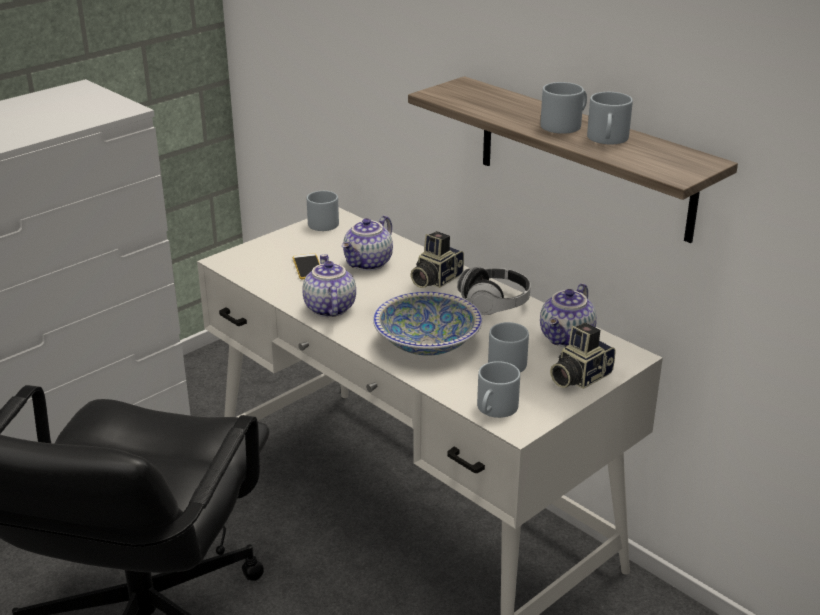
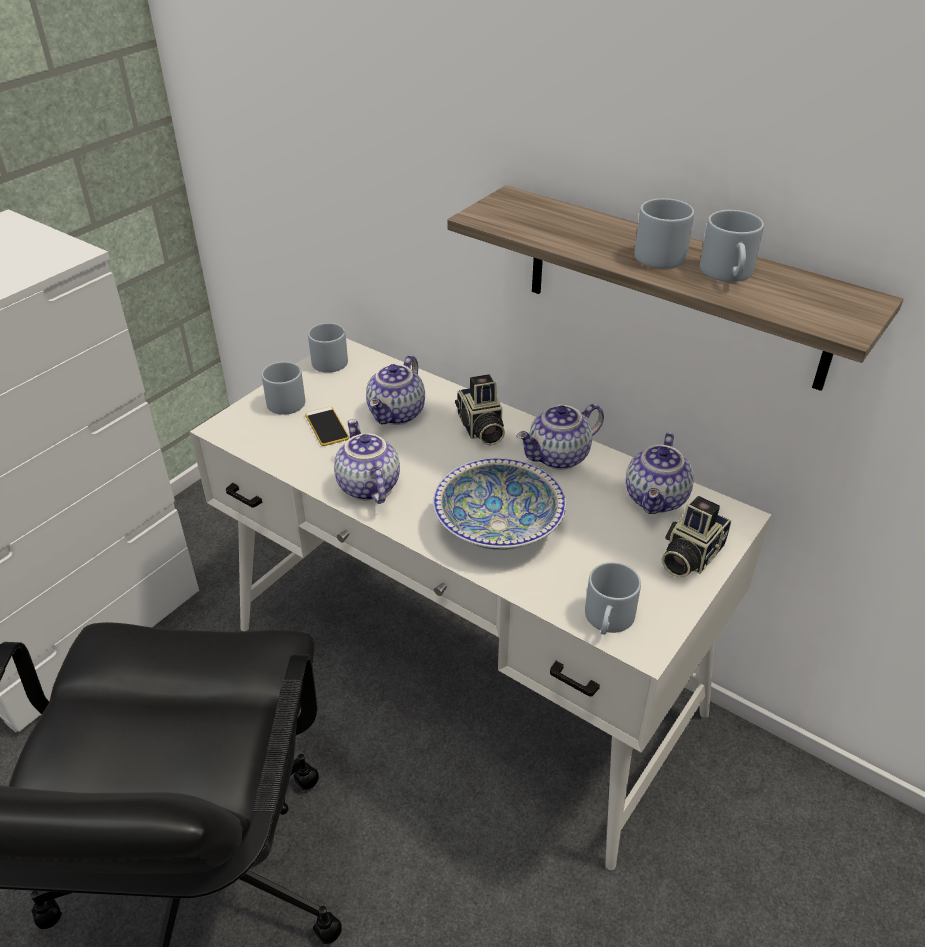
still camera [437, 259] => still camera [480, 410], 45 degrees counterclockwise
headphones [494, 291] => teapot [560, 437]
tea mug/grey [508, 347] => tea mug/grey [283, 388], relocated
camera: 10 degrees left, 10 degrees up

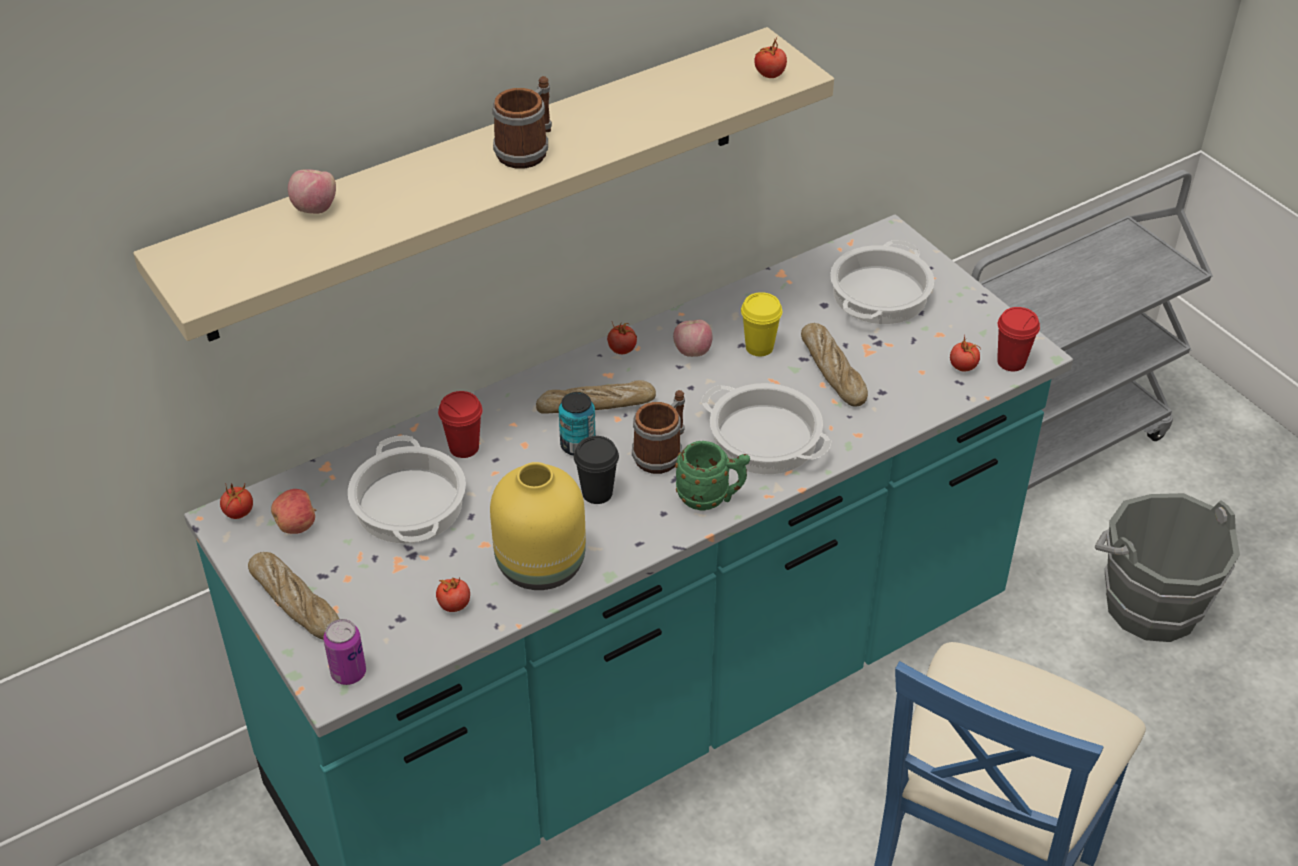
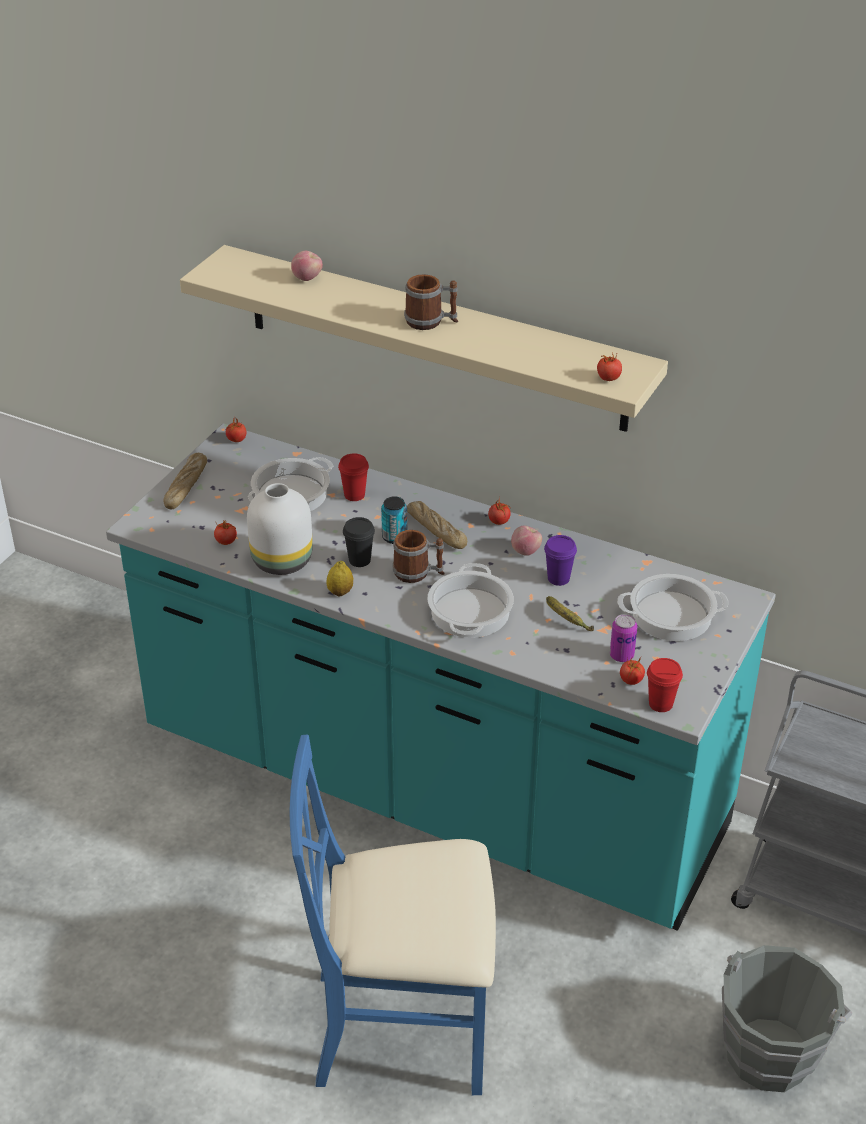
drinking cup/yellow-coloured [761, 324] => drinking cup/purplish [560, 560]
baked bread [834, 365] => banana [570, 613]
tea mug/green [712, 476] => nothing
decorative vase/yellow-coloured [538, 526] => decorative vase/whitish [280, 529]
whole apple [293, 511] => nothing
metal can [344, 652] => metal can [623, 638], relocated
nothing => lemon [340, 579]
camera: 60 degrees right, 5 degrees down

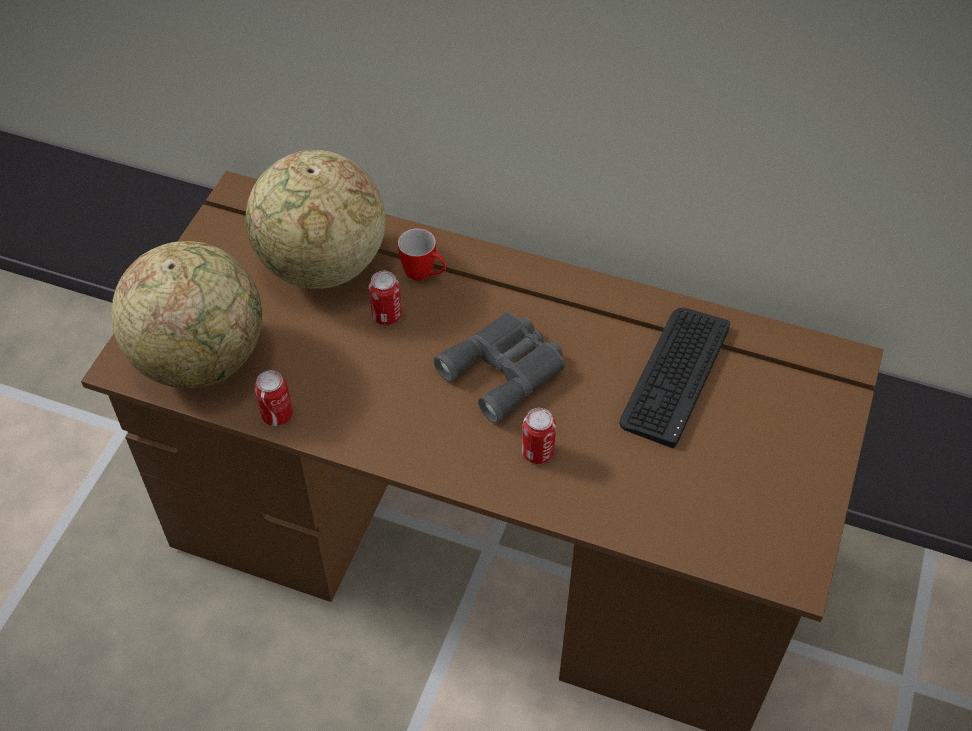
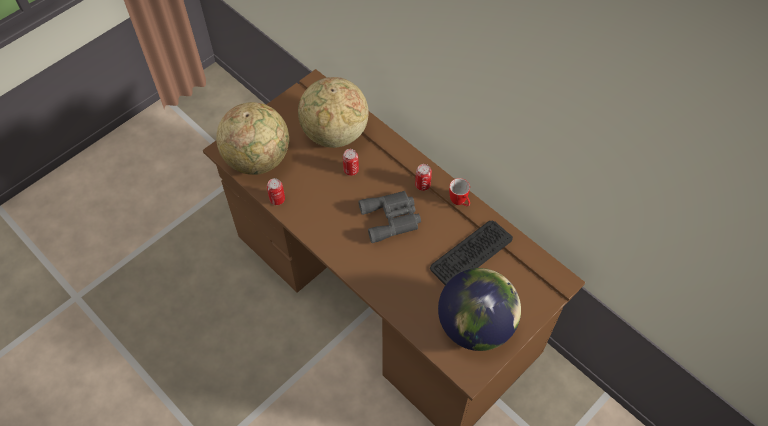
tea mug [422, 254] => tea mug [459, 192], relocated
metal can [539, 436] => metal can [423, 177], relocated
nothing => desk globe [479, 309]
camera: 25 degrees right, 5 degrees up

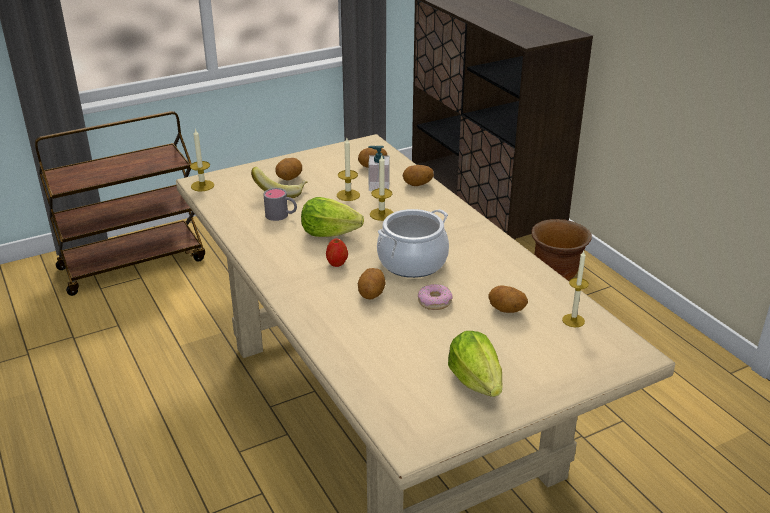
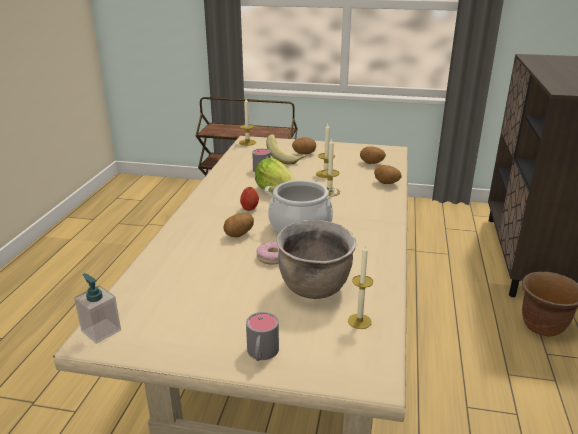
soap bottle [379, 168] => soap bottle [97, 308], relocated
spud [508, 299] => saucepot/brown-coloured [316, 259]
head of lettuce [475, 364] => nothing
nothing => tea mug/grey [262, 336]
camera: 40 degrees right, 5 degrees down

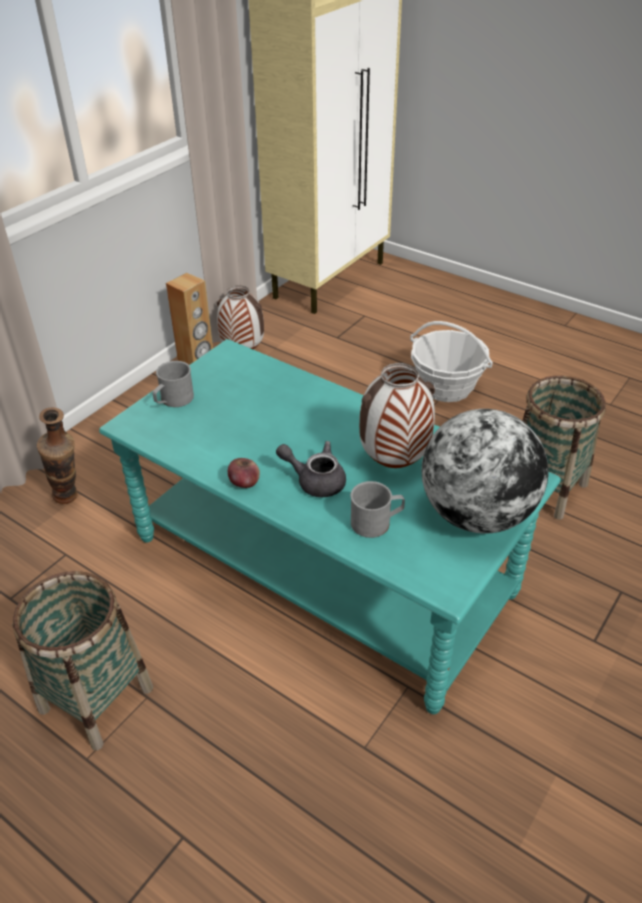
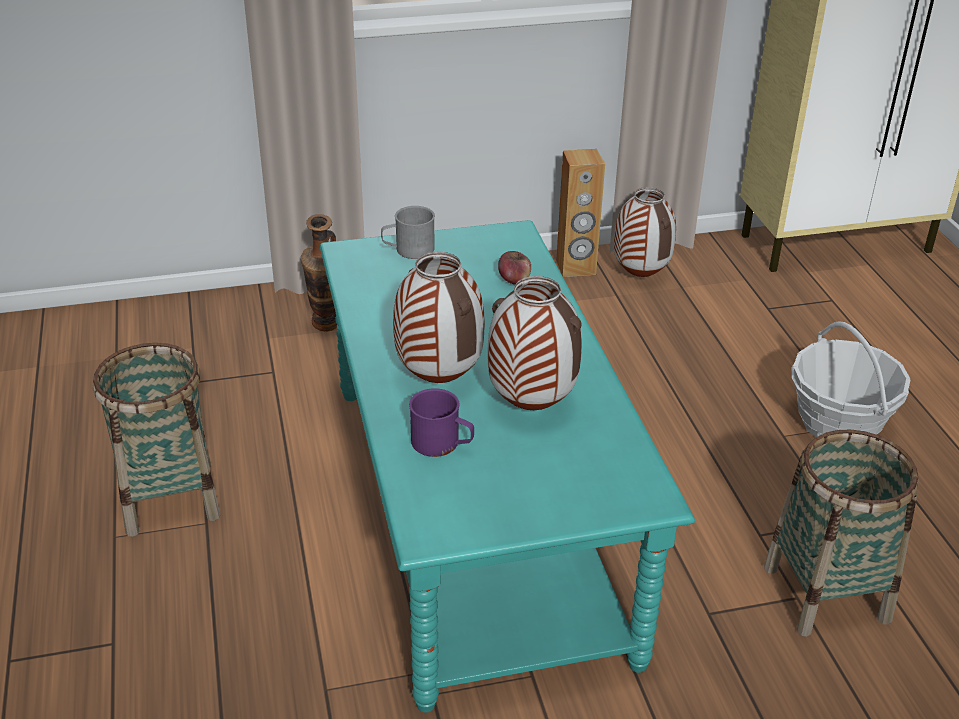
desk globe [485, 471] => nothing
teapot/grey [311, 469] => decorative vase [438, 317]
whole apple [244, 473] => whole apple [514, 268], relocated
tea mug/grey [377, 509] => tea mug/purplish [441, 422]
camera: 40 degrees right, 5 degrees down

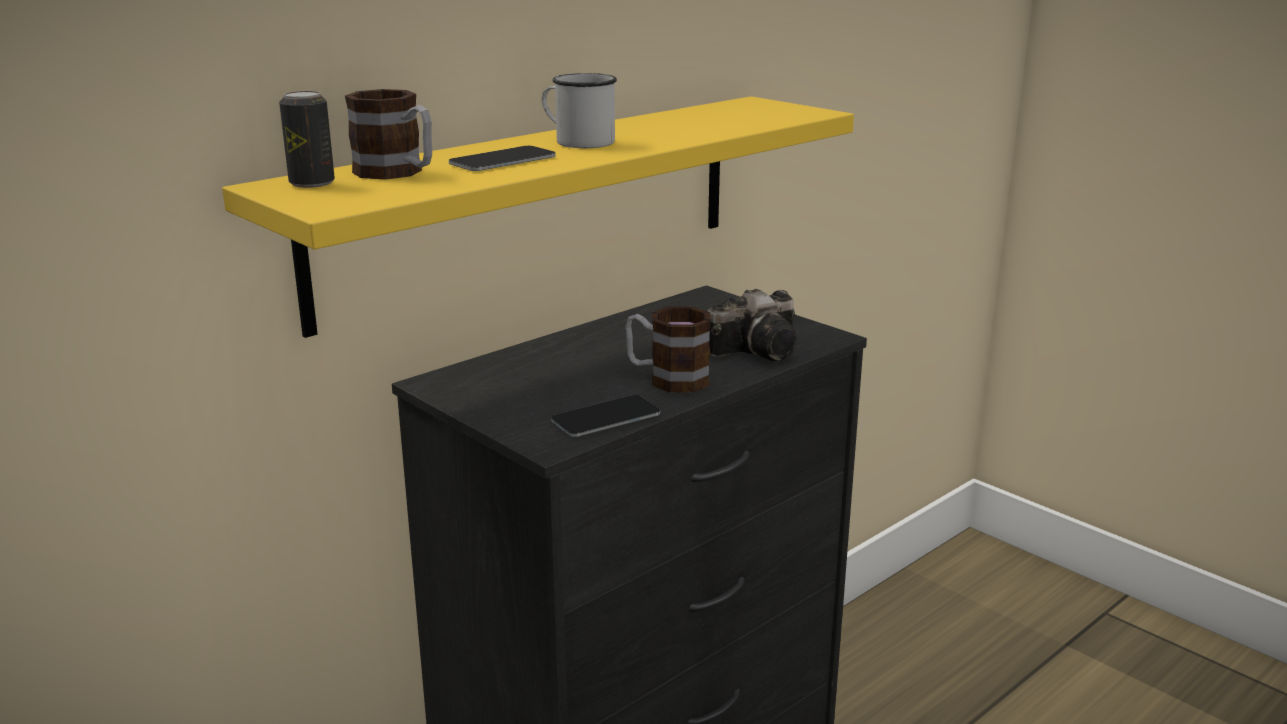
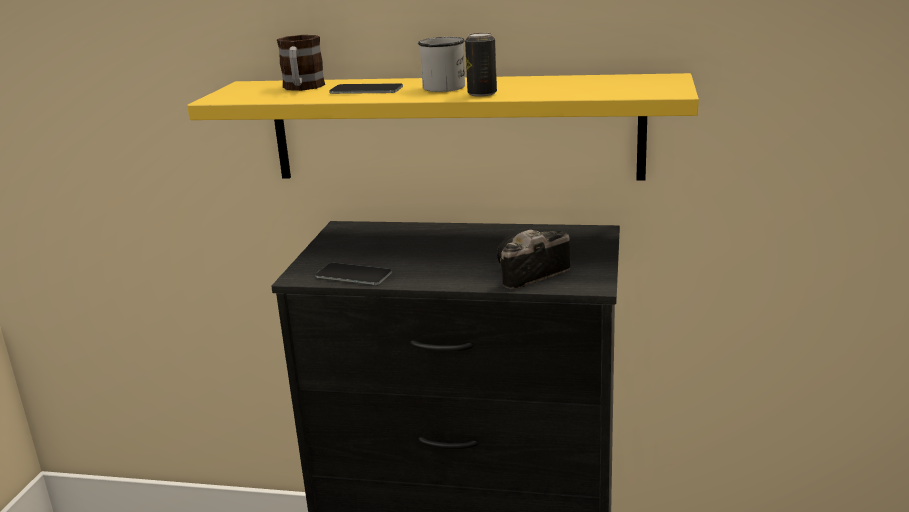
metal can [307, 139] => metal can [481, 65], relocated
still camera [752, 325] => still camera [533, 259], 120 degrees clockwise
tea mug [668, 350] => nothing
camera: 55 degrees right, 0 degrees up

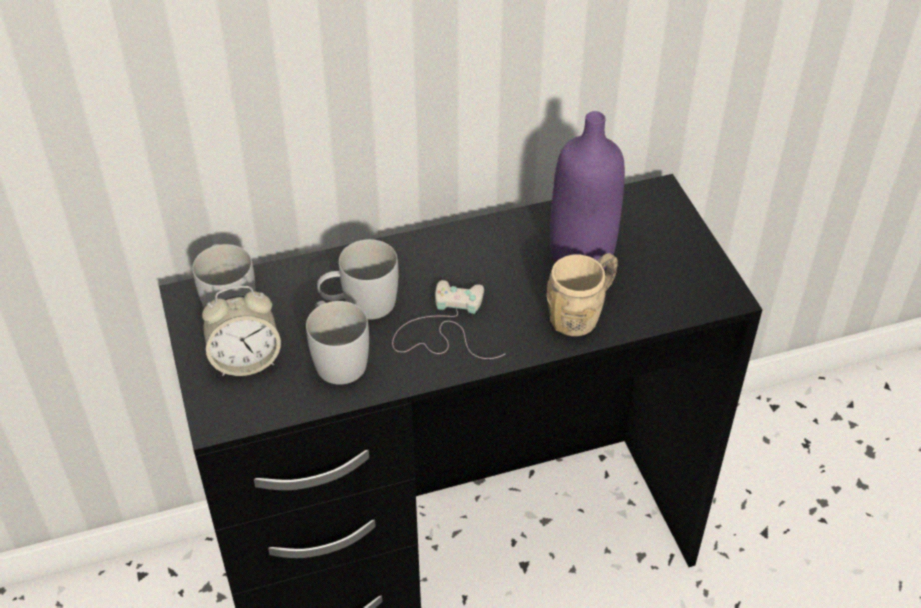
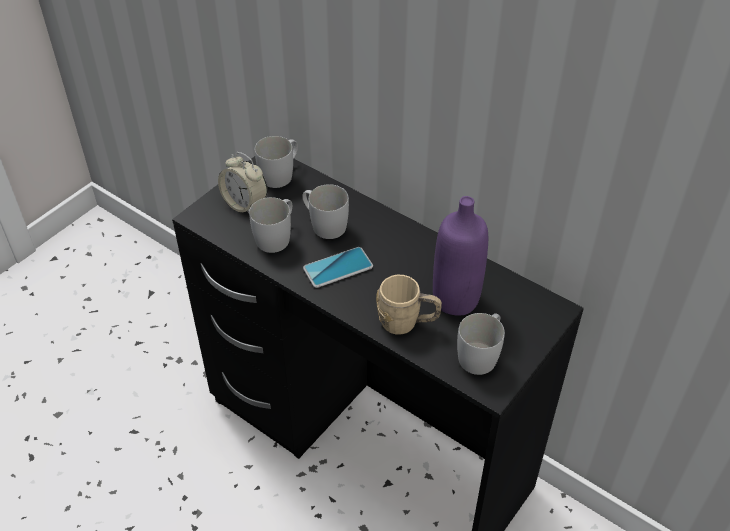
game controller/whitish [448, 319] => phone [338, 267]
nothing => tea mug/whitish [481, 344]
camera: 55 degrees right, 0 degrees up

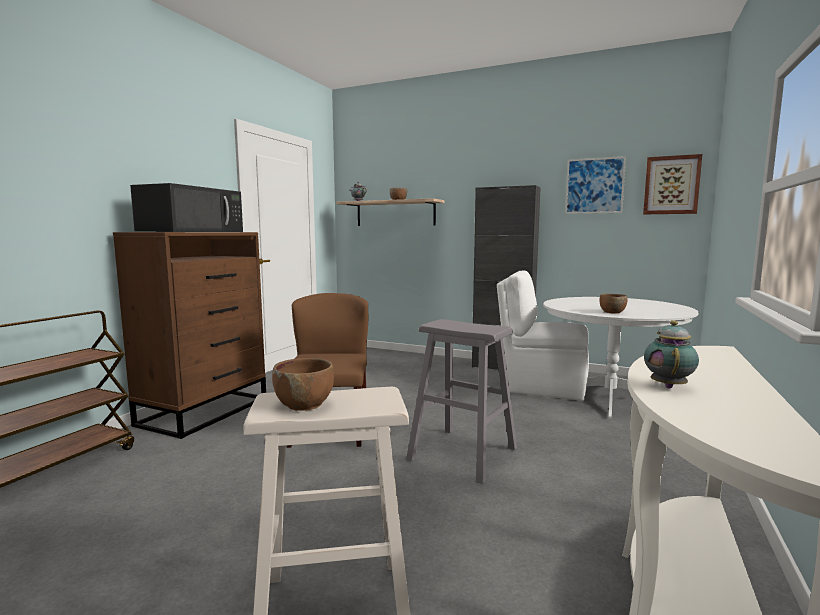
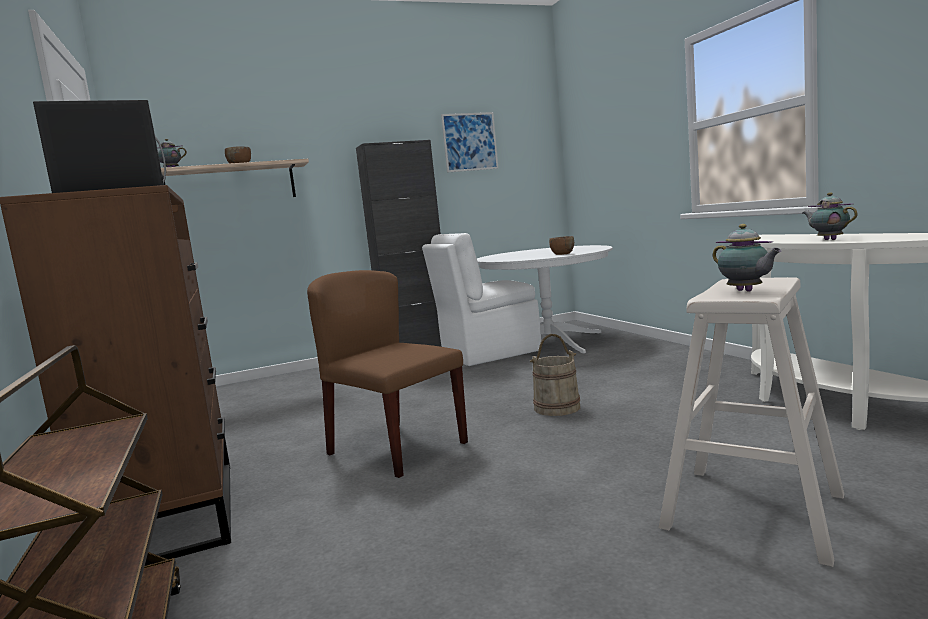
picture [672, 184] => nothing
stool seat/grey [461, 401] => water bucket/beige [555, 375]
bowl/brown-coloured [303, 384] => teapot [747, 258]
camera: 45 degrees left, 0 degrees up

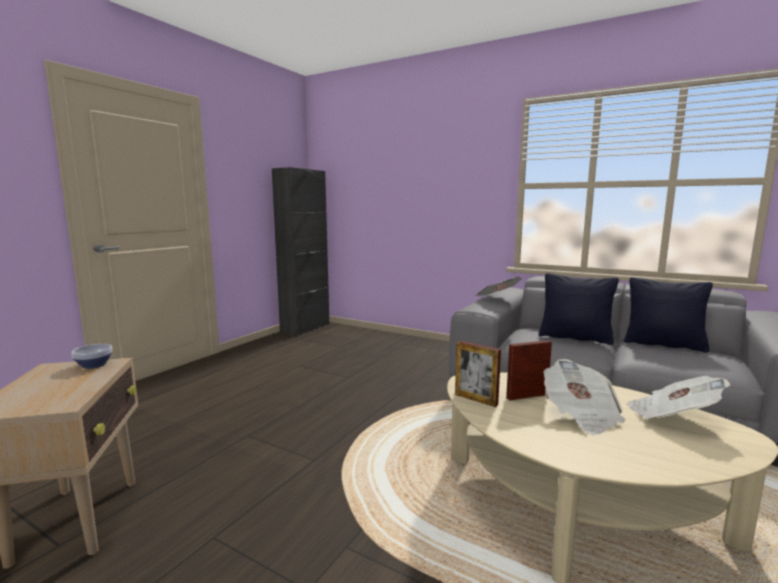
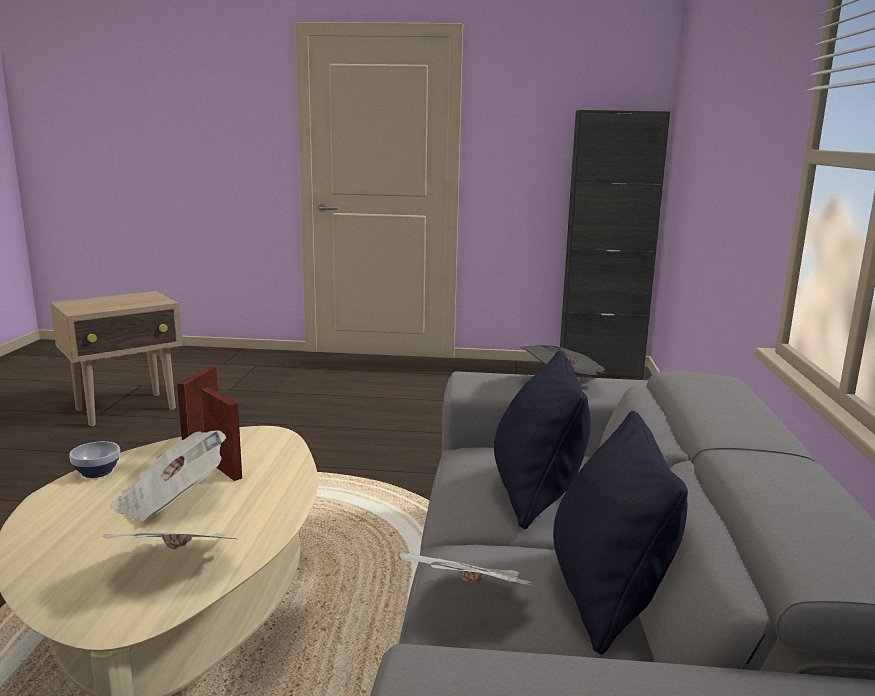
bowl [92, 356] => bowl [94, 459], relocated
nothing => printed paper [467, 570]
camera: 65 degrees right, 5 degrees up

